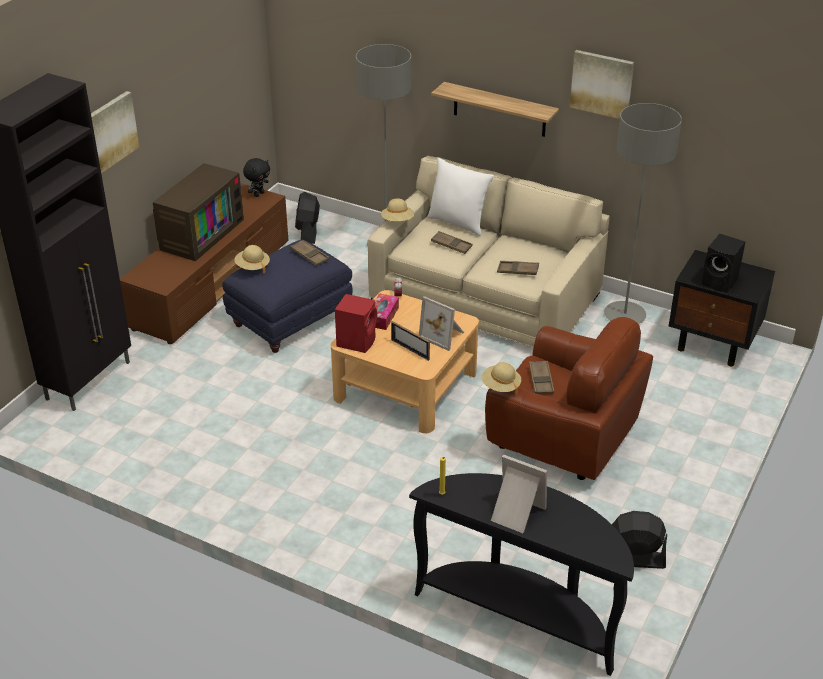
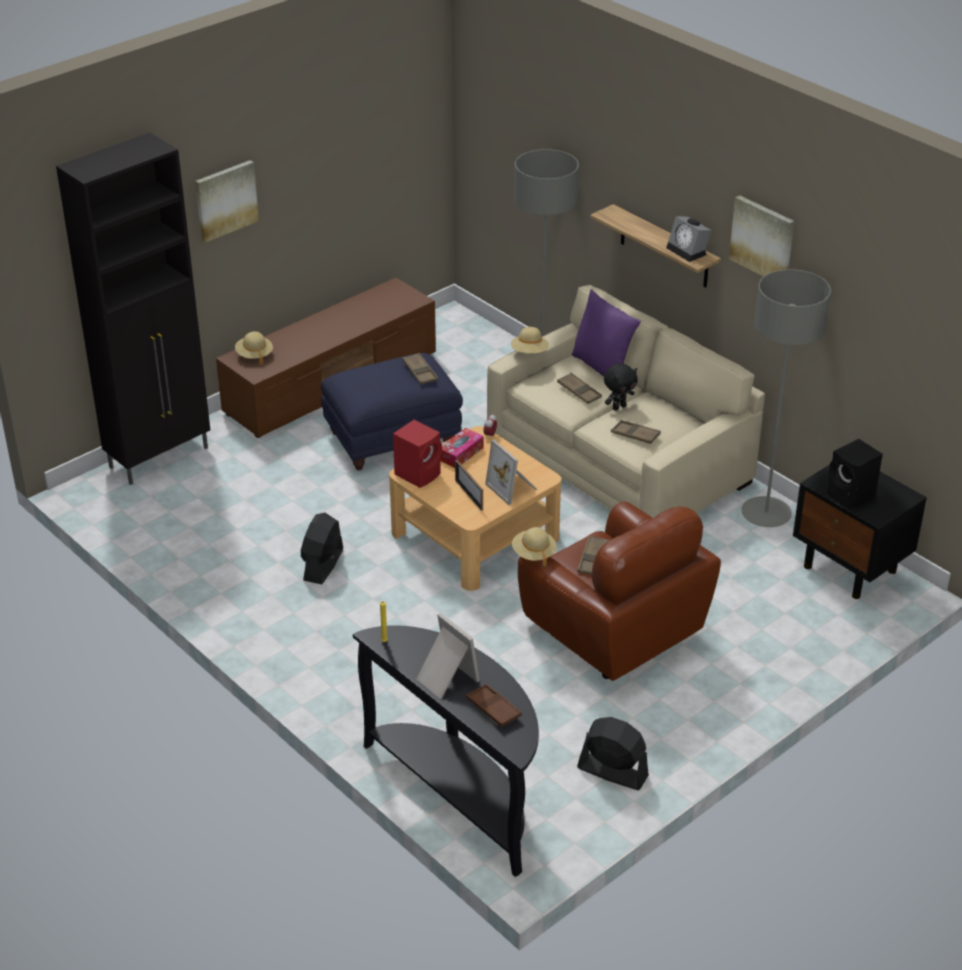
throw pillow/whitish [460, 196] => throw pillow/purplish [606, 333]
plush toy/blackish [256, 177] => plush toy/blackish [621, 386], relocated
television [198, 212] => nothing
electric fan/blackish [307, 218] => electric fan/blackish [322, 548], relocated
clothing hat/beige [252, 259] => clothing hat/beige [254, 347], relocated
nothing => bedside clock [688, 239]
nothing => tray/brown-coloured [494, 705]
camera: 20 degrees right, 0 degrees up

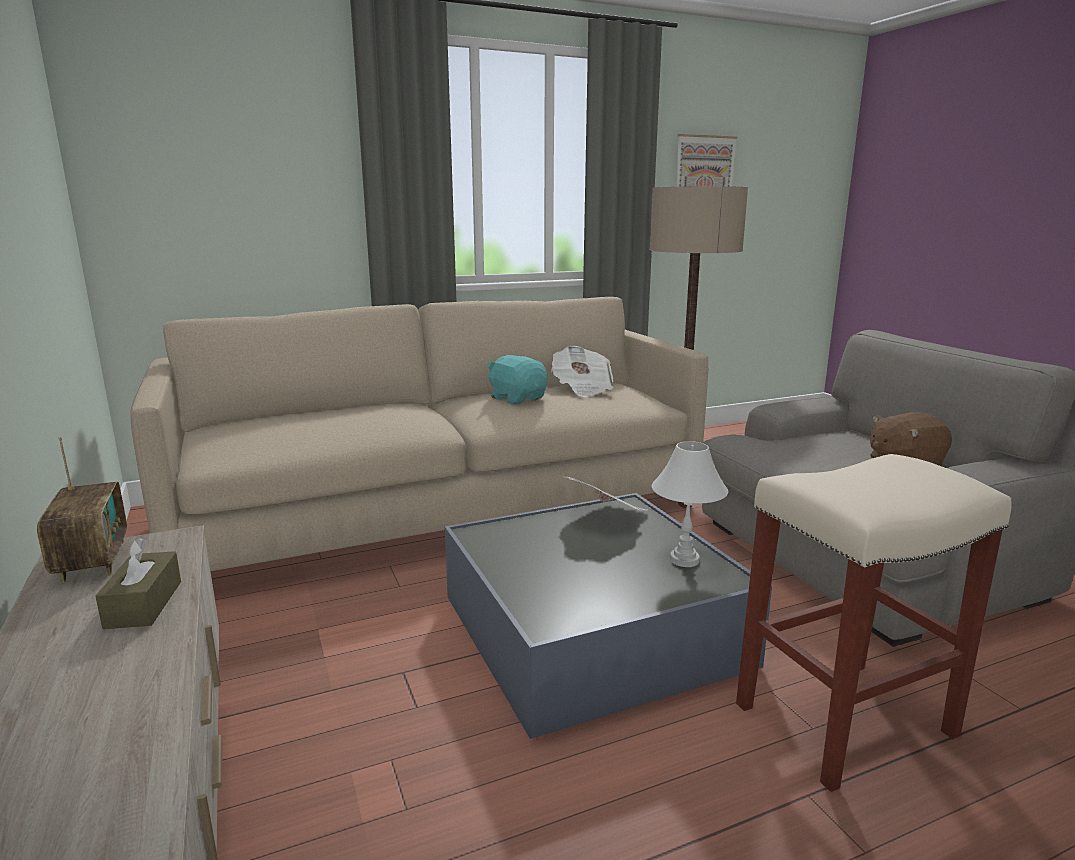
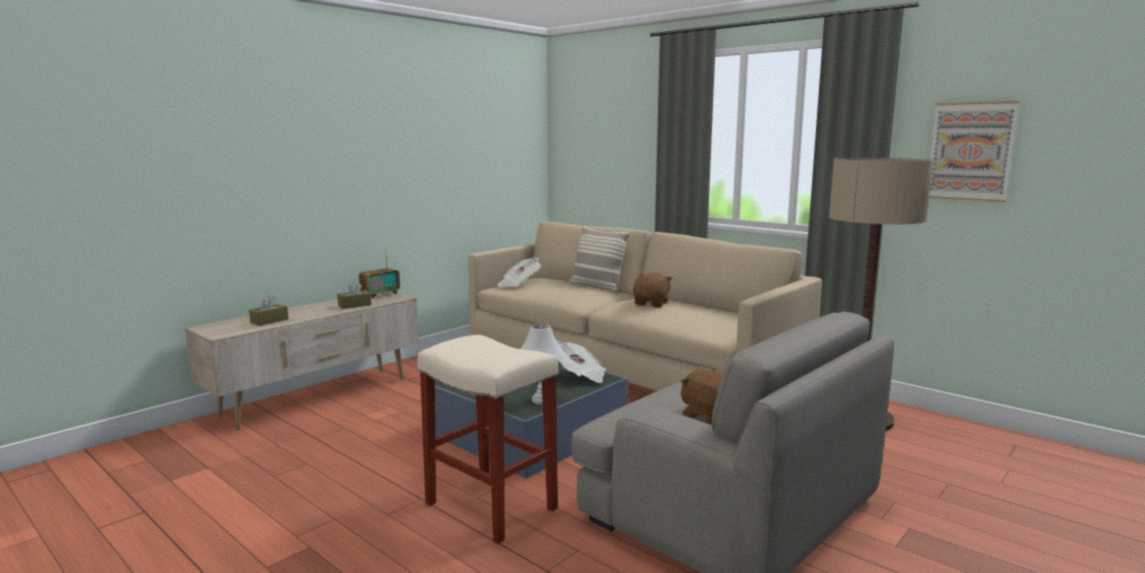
printed paper [582, 371] => printed paper [519, 272], relocated
plush toy/blue-green [517, 380] => plush toy/brown-coloured [653, 289]
nothing => throw pillow [599, 259]
nothing => tissue holder/brown-coloured [269, 310]
camera: 65 degrees right, 5 degrees down

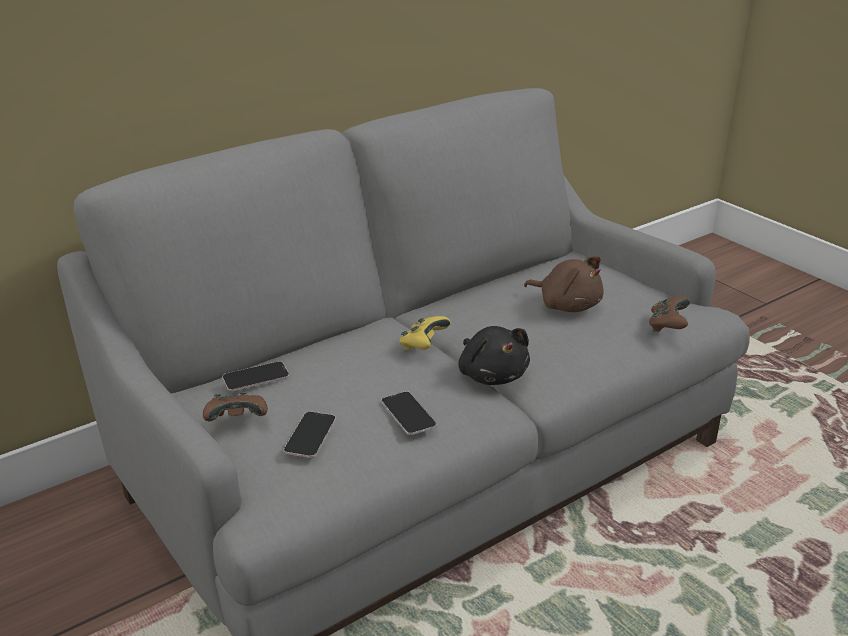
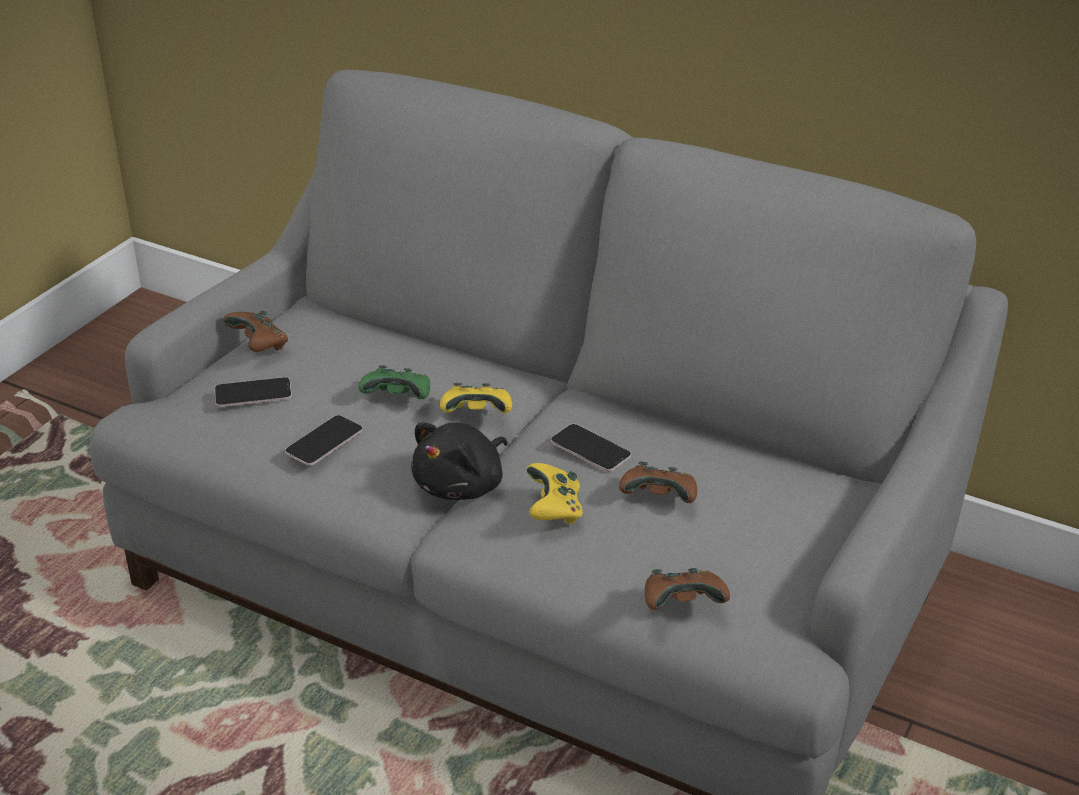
plush toy/brown-coloured [564, 284] => game controller/brown-coloured [658, 482]
phone [255, 376] => phone [591, 448], relocated
nothing => game controller/green [394, 382]
nothing => game controller/yellow-coloured [555, 493]
camera: 65 degrees right, 5 degrees up

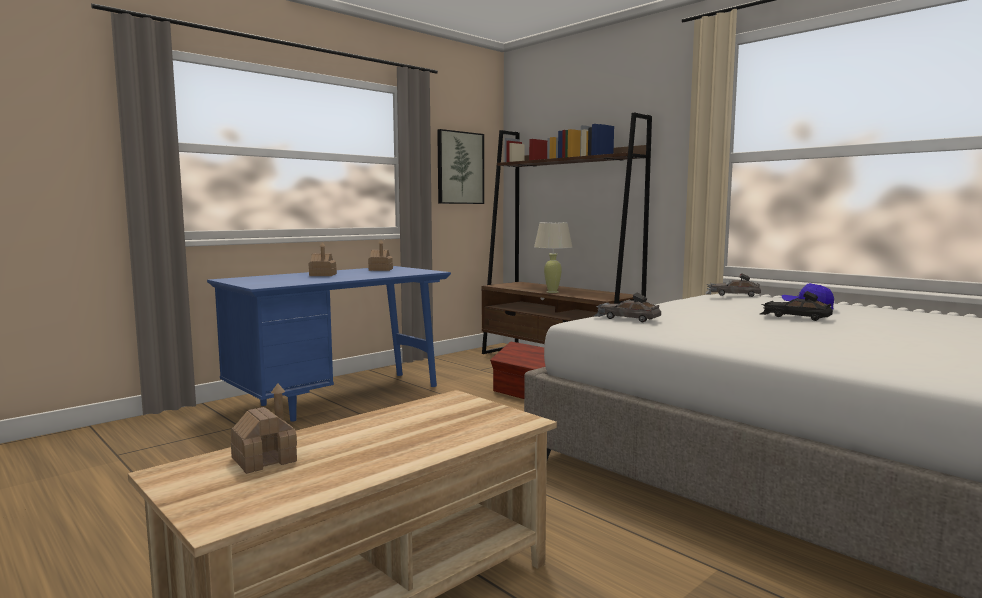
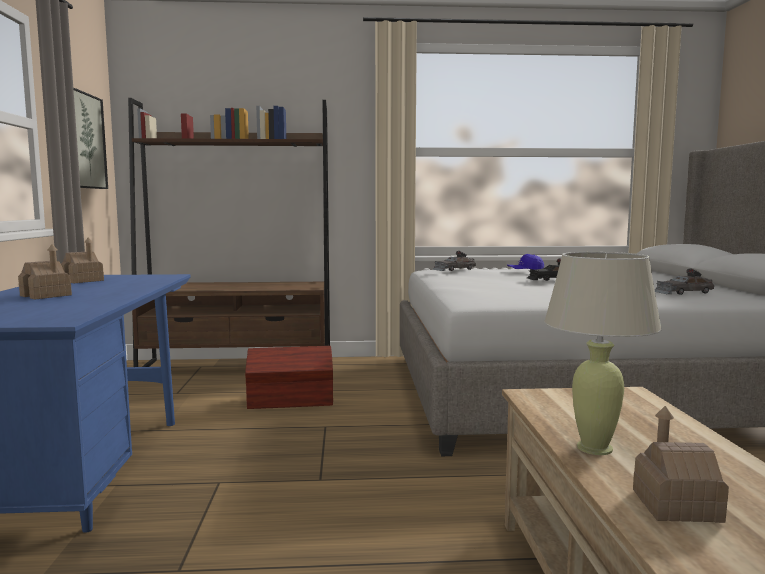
tabletop lamp/beige [553, 257] => tabletop lamp/beige [603, 353], relocated
model car/grey [627, 307] => model car/grey [684, 281], relocated
camera: 50 degrees left, 0 degrees up

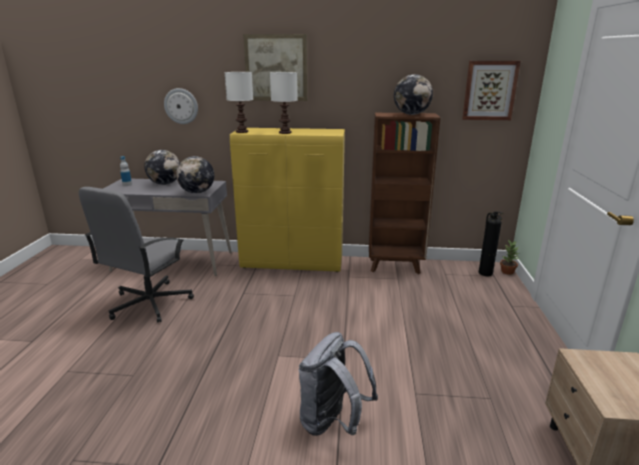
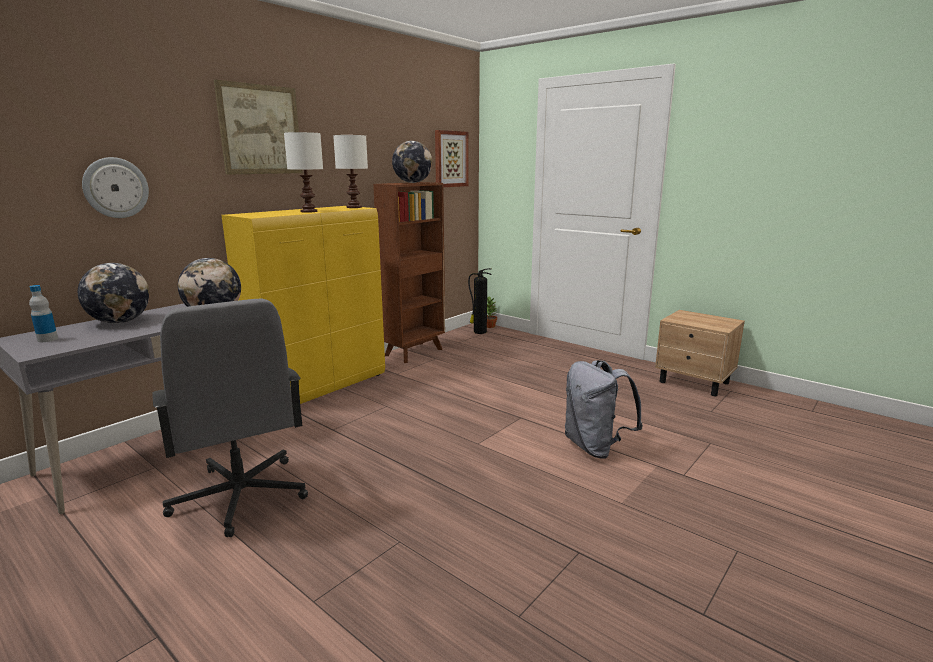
tabletop lamp/whitish [238, 102] => tabletop lamp/whitish [350, 171], relocated
camera: 55 degrees left, 5 degrees down

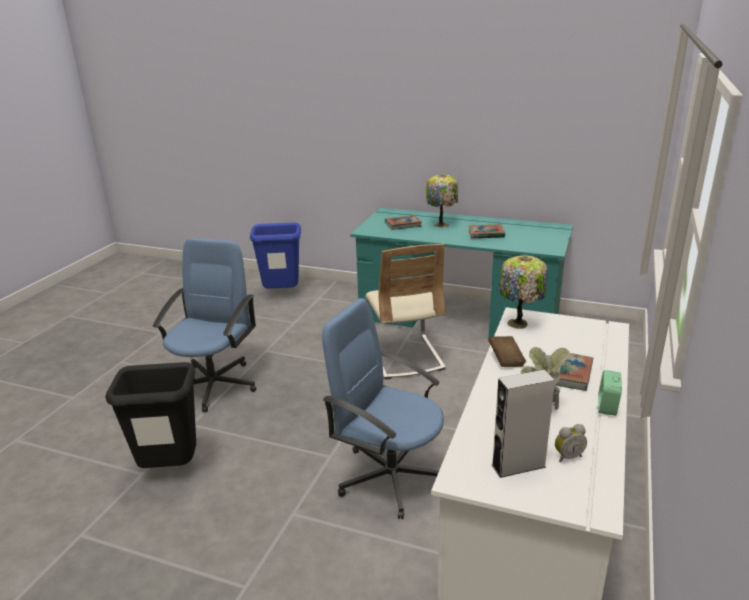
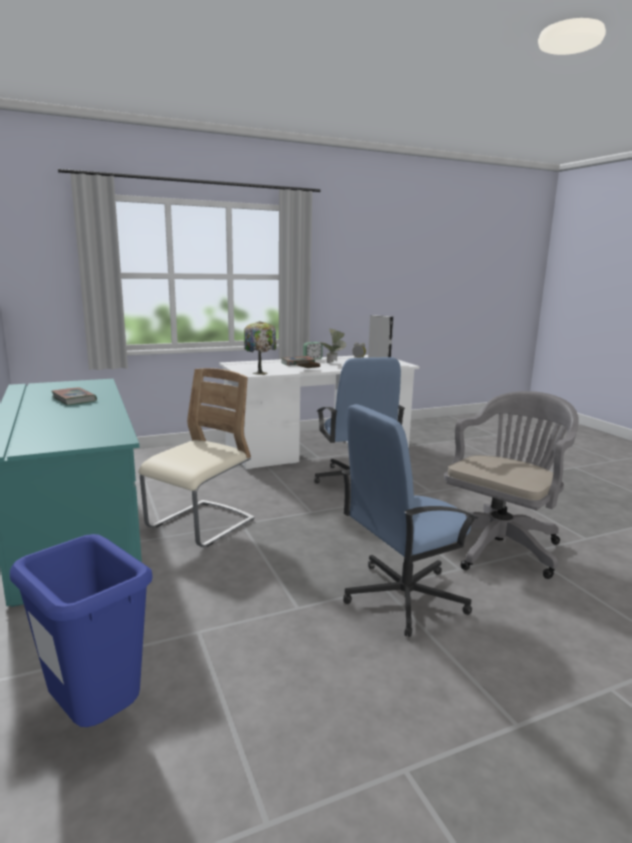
tabletop lamp [442, 201] => nothing
volume [403, 222] => nothing
rubbish bin/blackish [150, 415] => desk chair/grey [511, 485]
camera: 135 degrees left, 10 degrees down

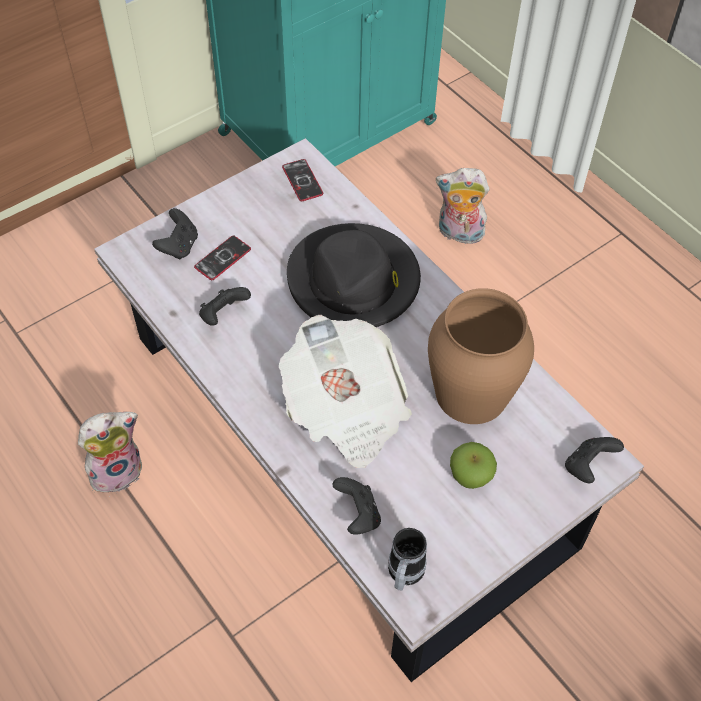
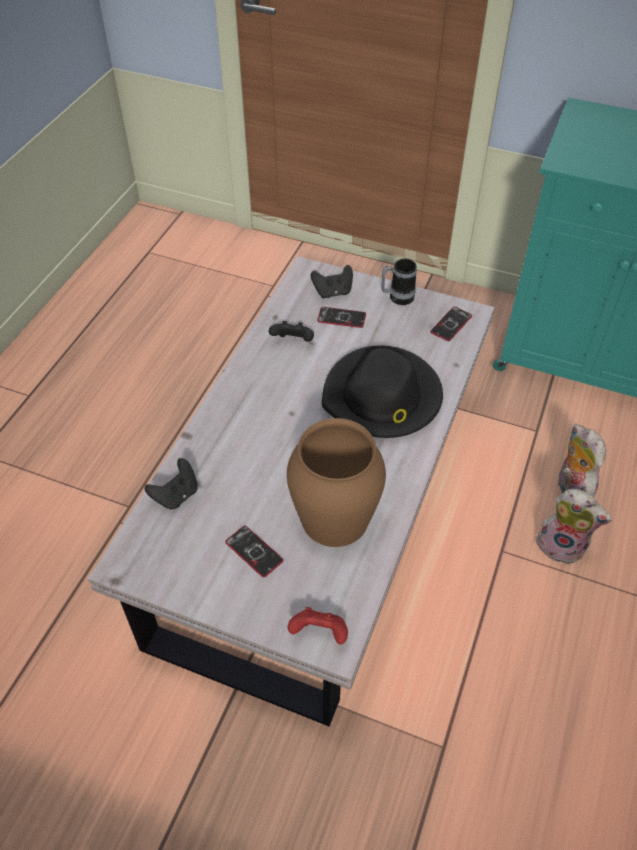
printed paper [345, 391] => nothing
plush toy [110, 454] => plush toy [573, 527], relocated
game controller/blackish [594, 460] => game controller/red [318, 625]
whole apple [473, 465] => phone [254, 551]
tea mug [407, 559] => tea mug [399, 282], relocated
camera: 60 degrees right, 5 degrees down

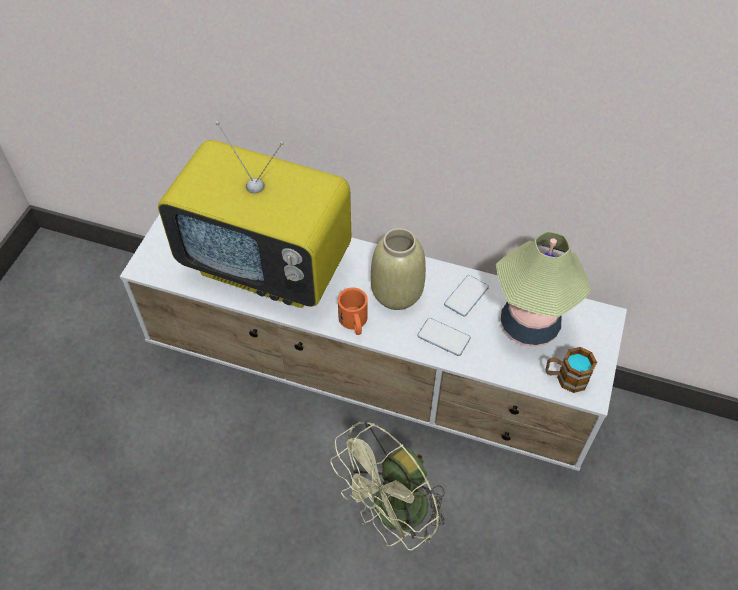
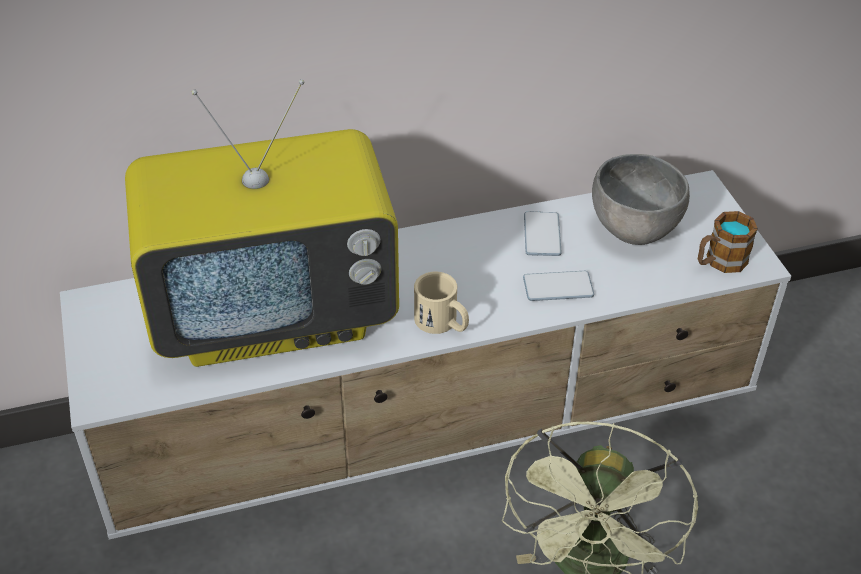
decorative vase/beige [398, 269] => nothing
tabletop lamp [543, 289] => bowl/grey [641, 199]
tea mug/orangey [353, 311] => tea mug/beige [441, 303]
camera: 35 degrees left, 10 degrees down

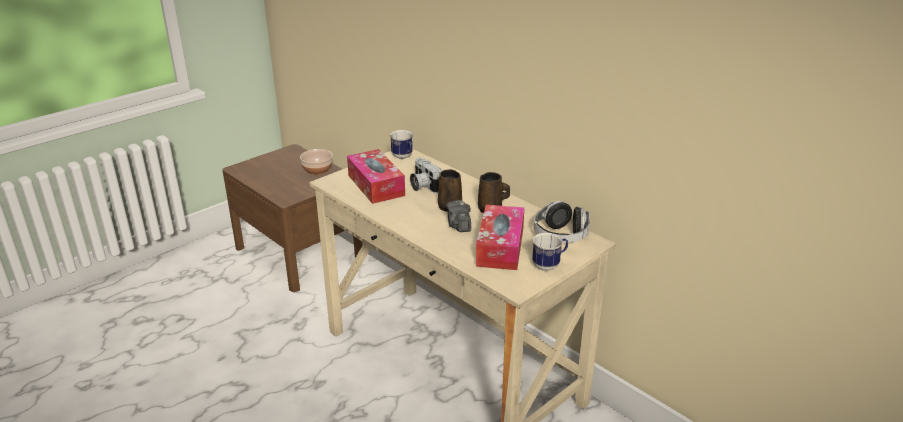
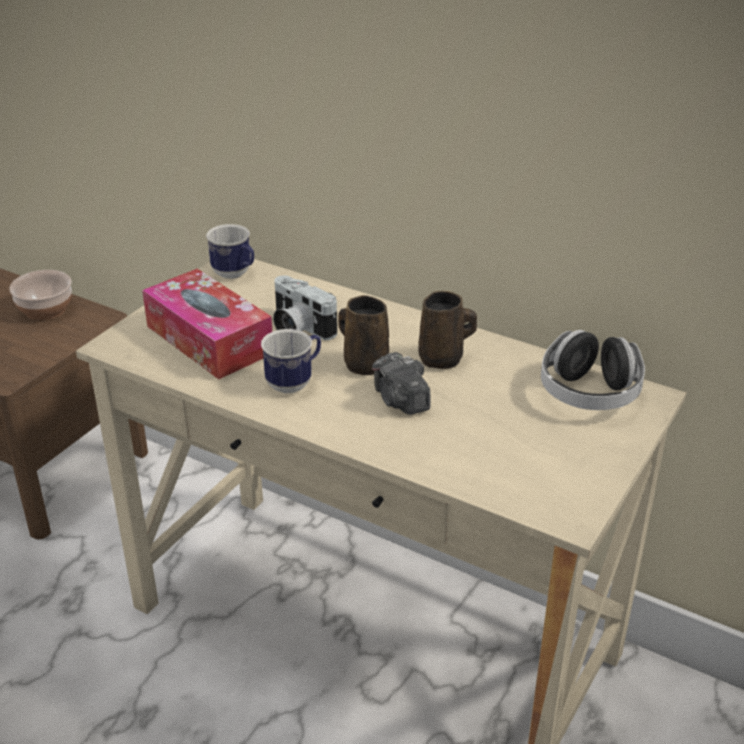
tissue holder [500, 237] => nothing
tea mug [550, 252] => tea mug [291, 361], relocated
camera: 15 degrees left, 5 degrees up

